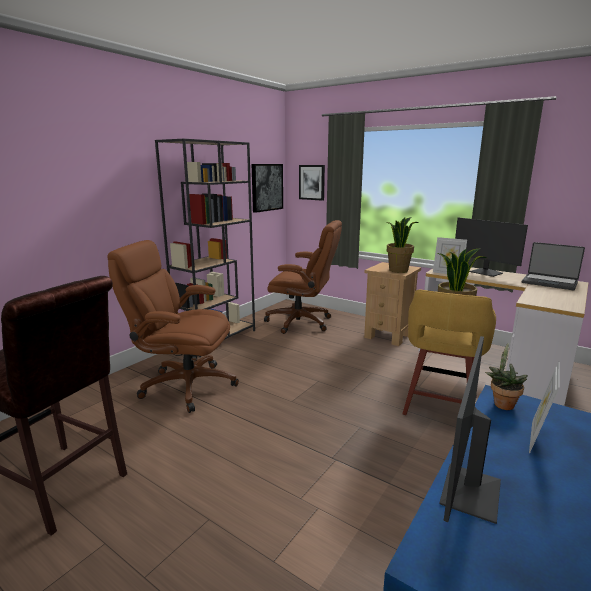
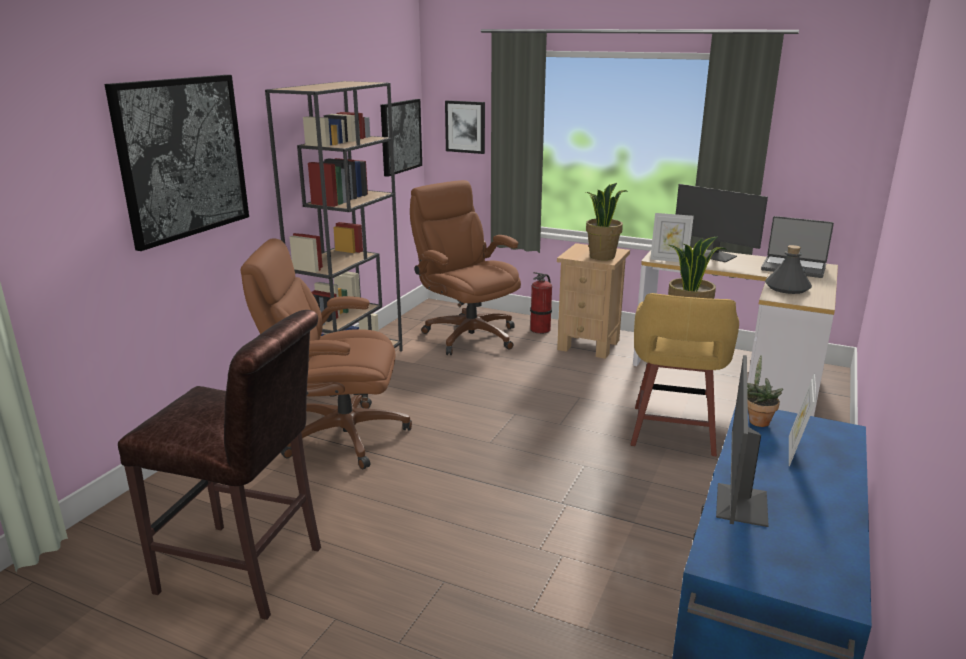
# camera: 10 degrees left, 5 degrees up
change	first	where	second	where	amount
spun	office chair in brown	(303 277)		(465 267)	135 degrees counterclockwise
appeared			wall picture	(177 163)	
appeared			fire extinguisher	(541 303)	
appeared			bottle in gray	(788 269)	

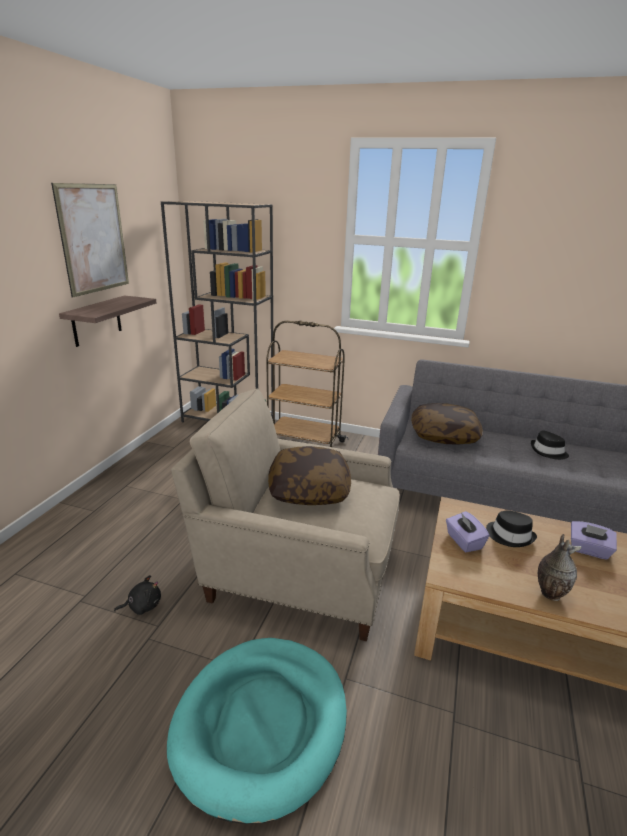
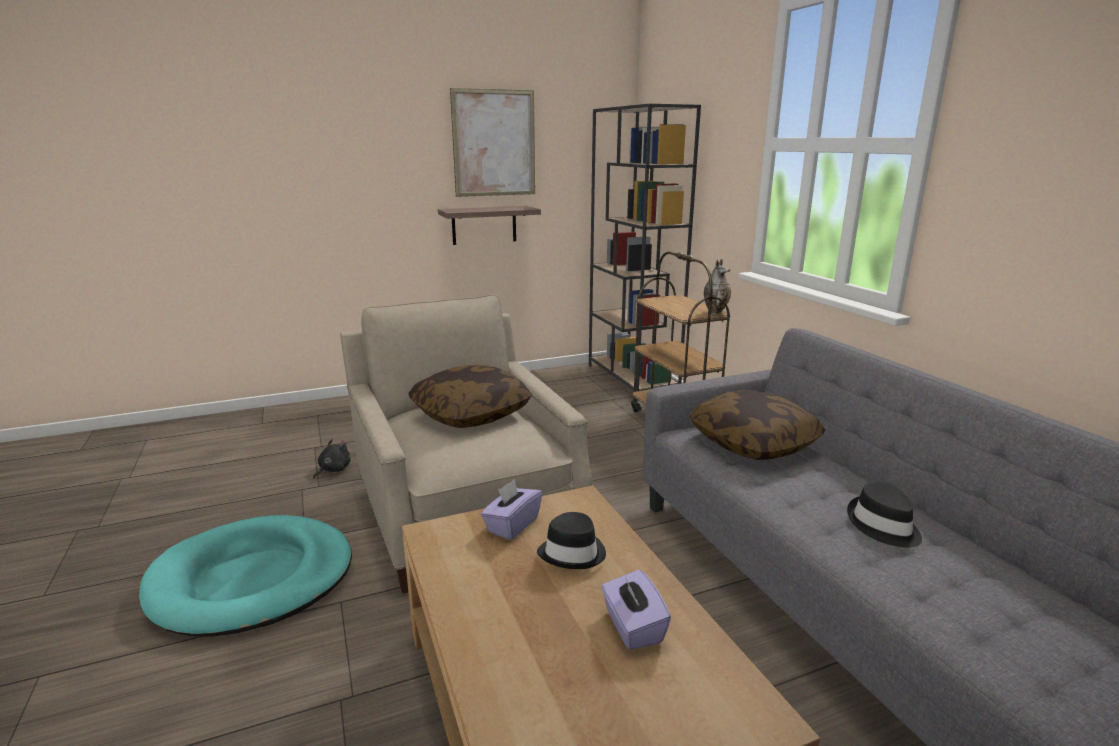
# camera: 50 degrees right, 5 degrees down
change	first	where	second	where	amount
spun	plush toy in blackish	(137 595)		(332 459)	90 degrees counterclockwise
relocated	vase	(560 567)		(717 287)	

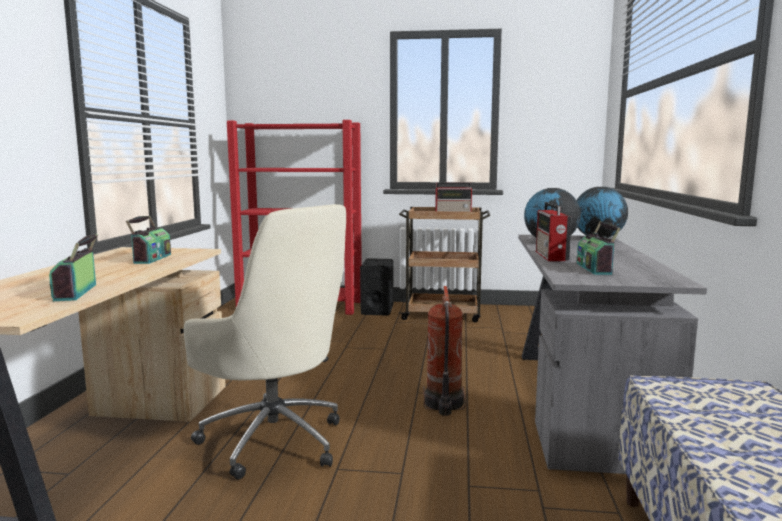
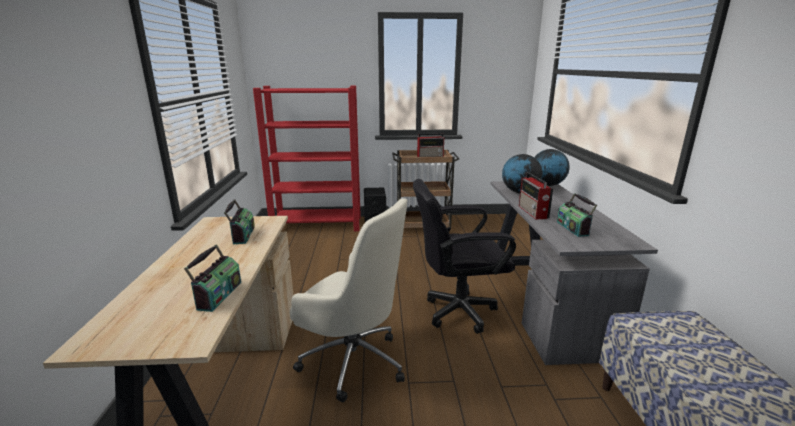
# camera: 10 degrees left, 10 degrees up
change	first	where	second	where	amount
spun	radio set	(73 267)		(212 278)	150 degrees counterclockwise
exchanged	fire extinguisher	(444 351)	office chair in blackish	(464 256)	

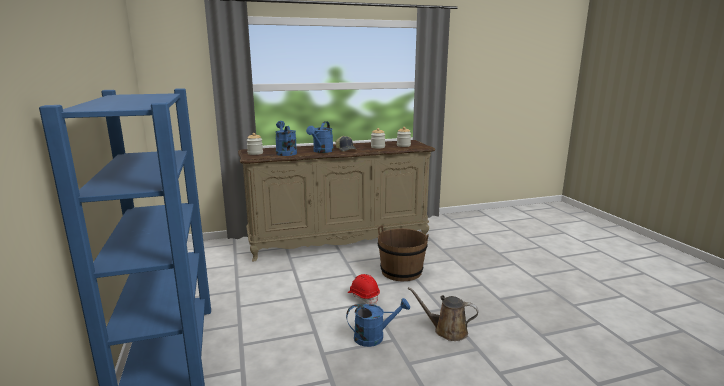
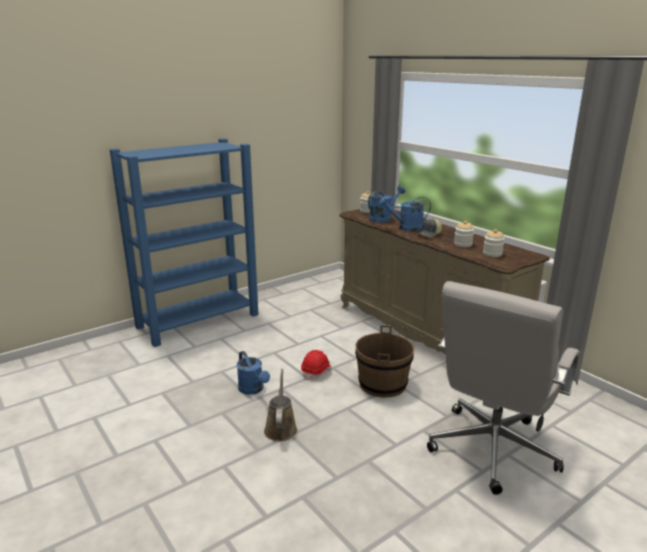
# camera: 70 degrees right, 5 degrees up
change	first	where	second	where	amount
appeared			office chair in gray	(503 388)	

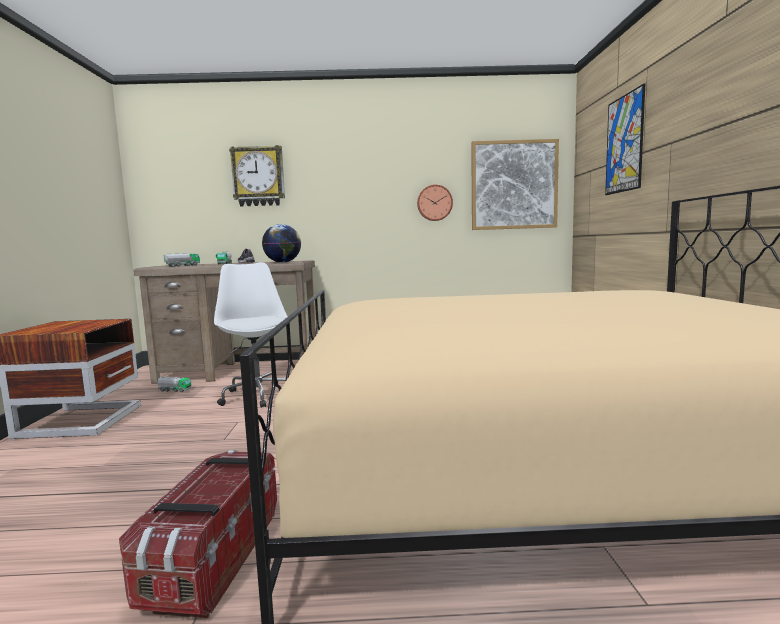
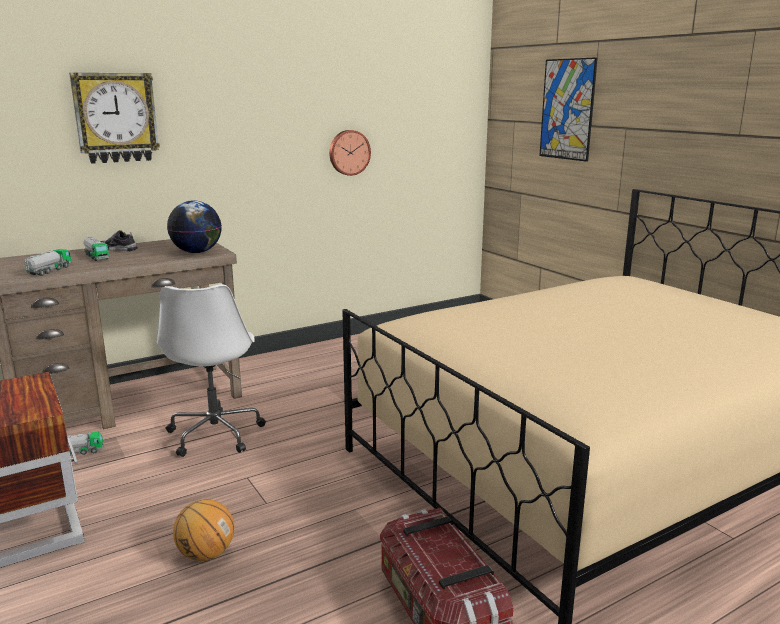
# camera: 30 degrees left, 10 degrees up
change	first	where	second	where	amount
spun	office chair in white-coloured	(251 335)		(211 370)	135 degrees counterclockwise
missing	wall picture	(515 184)			
appeared			basketball	(203 530)	

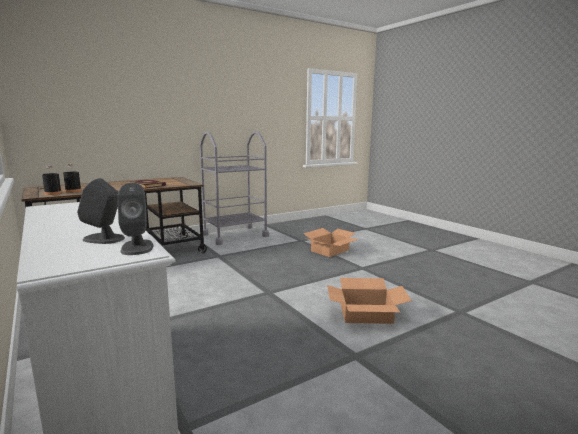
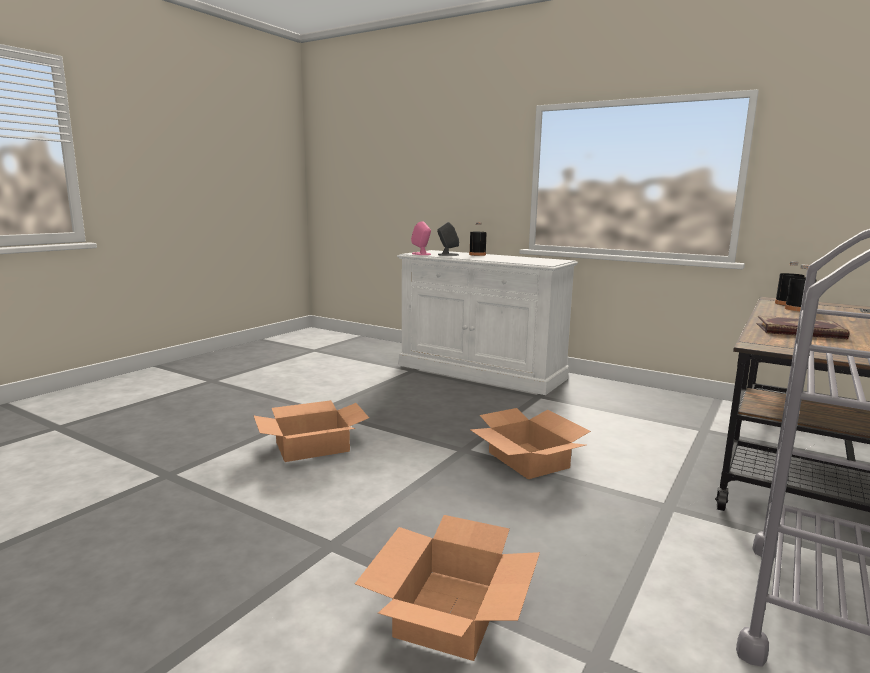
# camera: 155 degrees right, 0 degrees up
change	first	where	second	where	amount
colour	speaker in gray	(135 219)	speaker in pink	(421 238)	
appeared			bottle in blackish	(478 239)	
appeared			packing box	(530 443)	

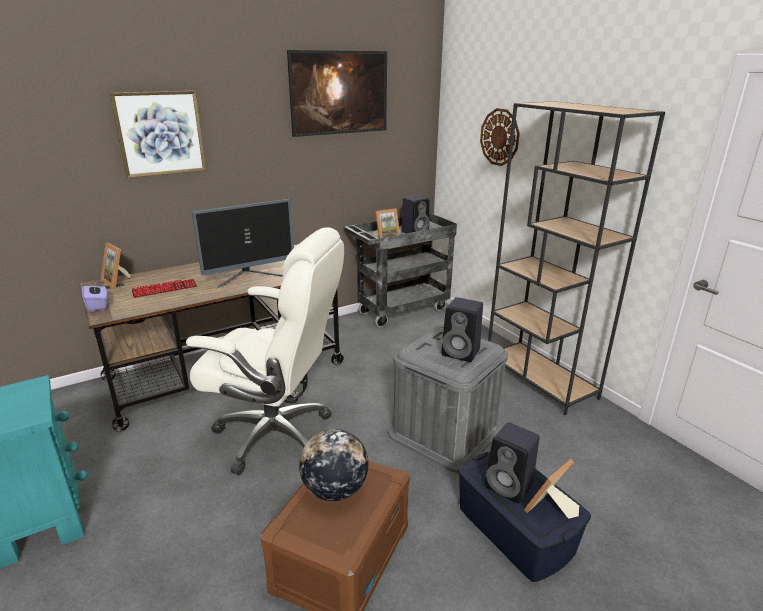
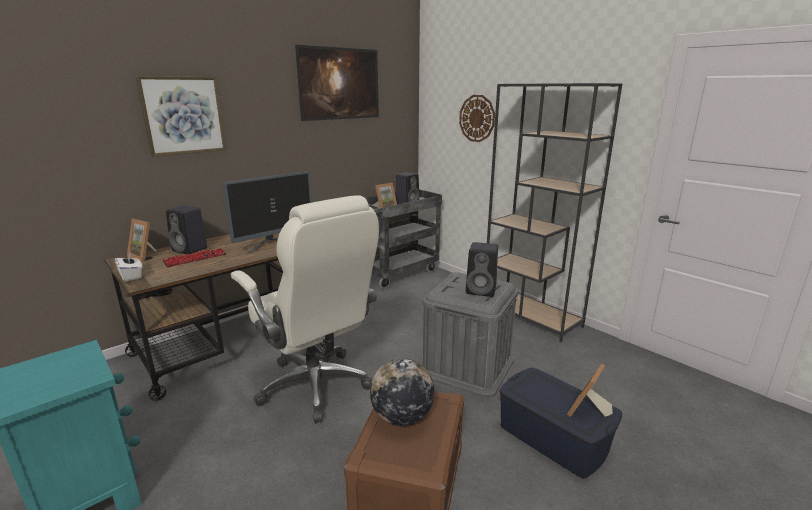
# camera: 10 degrees left, 5 degrees down
change	first	where	second	where	amount
colour	box of tissues in purplish	(94 298)	box of tissues in white-coloured	(128 267)	
spun	office chair in white-coloured	(265 351)		(305 309)	45 degrees clockwise
relocated	speaker in blackish	(512 463)		(186 229)	

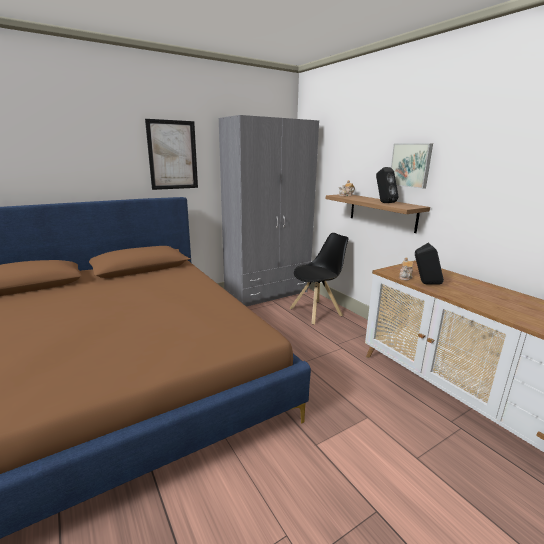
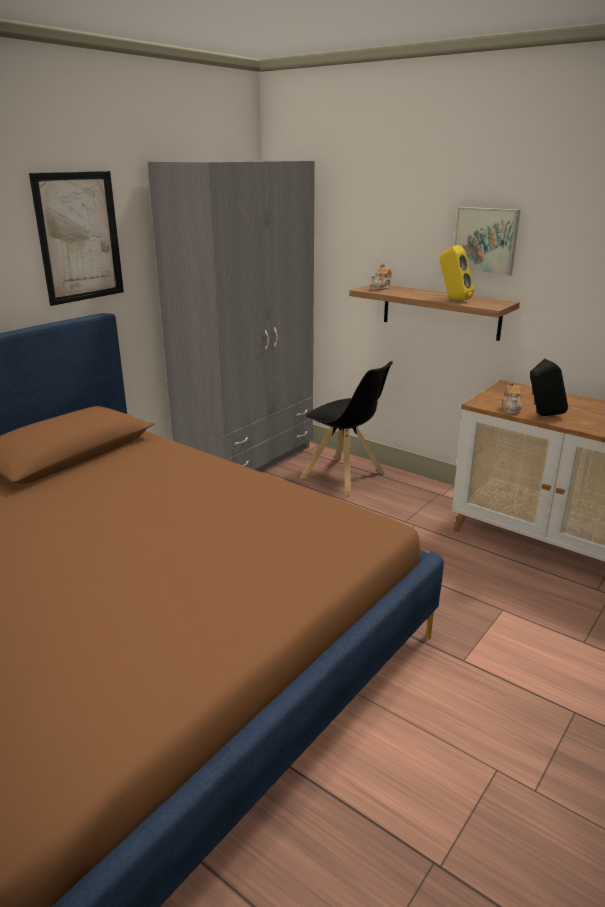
# camera: 20 degrees left, 5 degrees up
change	first	where	second	where	amount
spun	plain chair in blackish	(319 278)		(346 428)	90 degrees clockwise
colour	speaker in blackish	(387 185)	speaker in yellowish	(456 272)	

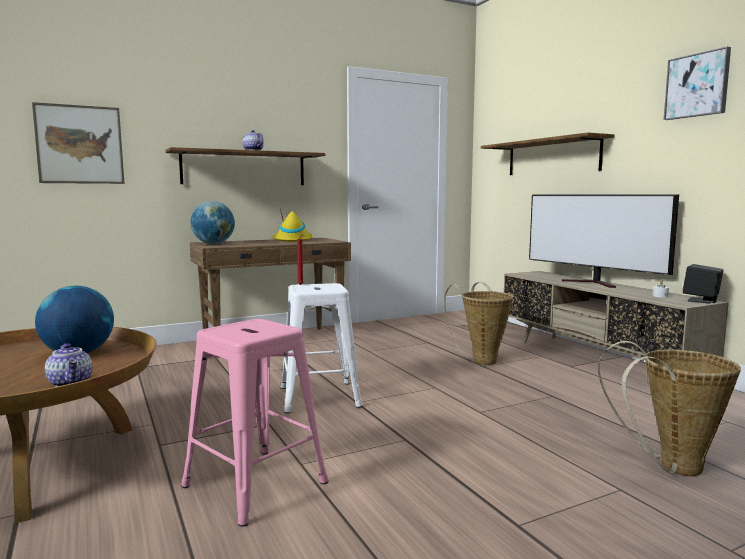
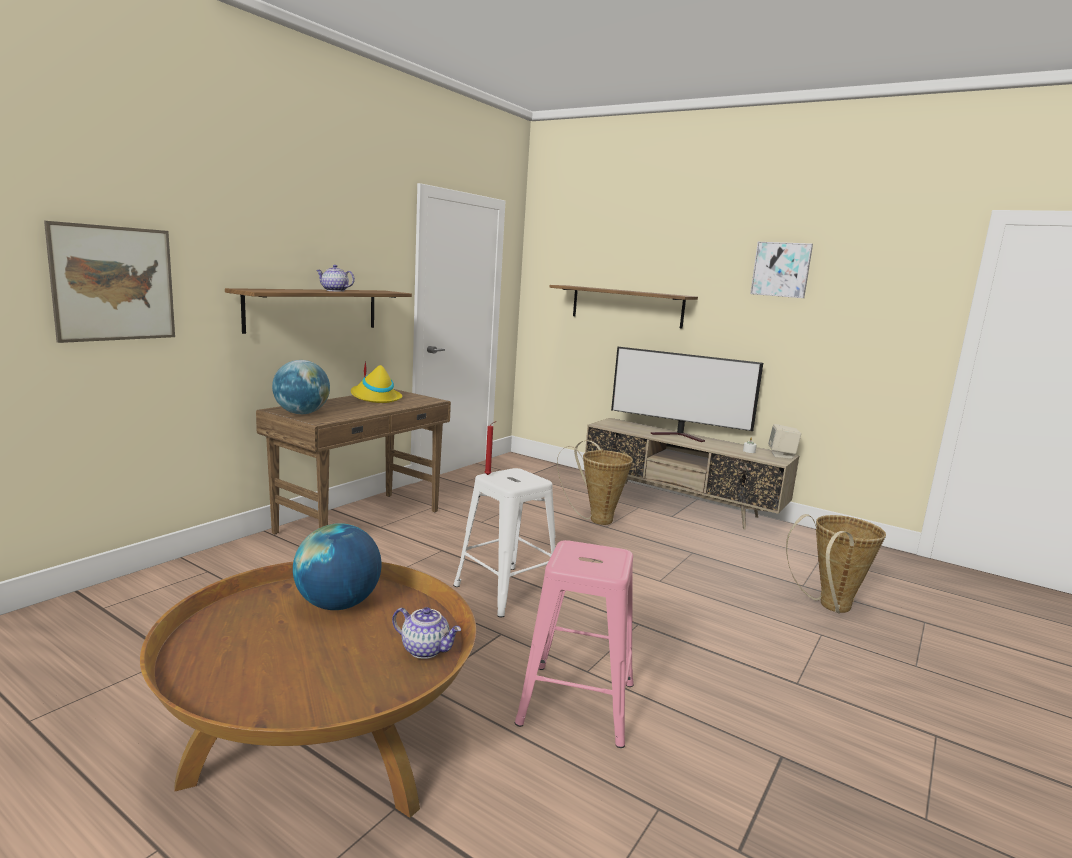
# camera: 30 degrees left, 5 degrees up
change	first	where	second	where	amount
colour	speaker in blackish	(702 284)	speaker in sand-coloured	(784 441)	

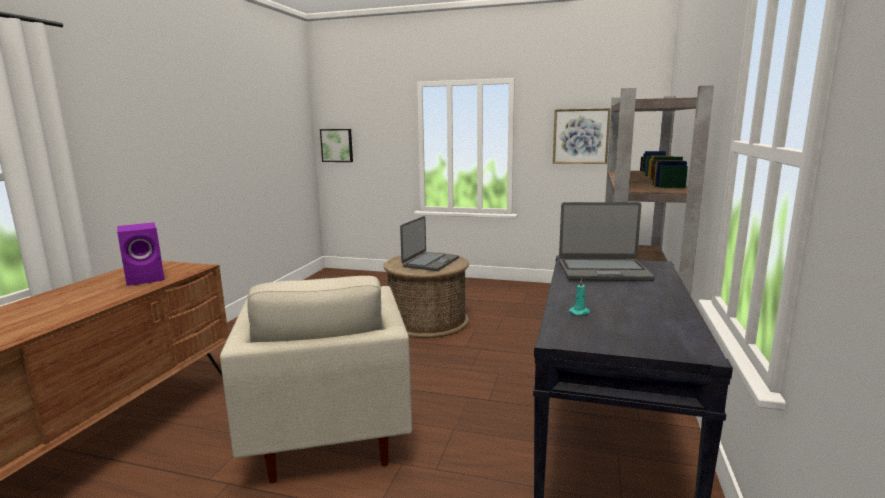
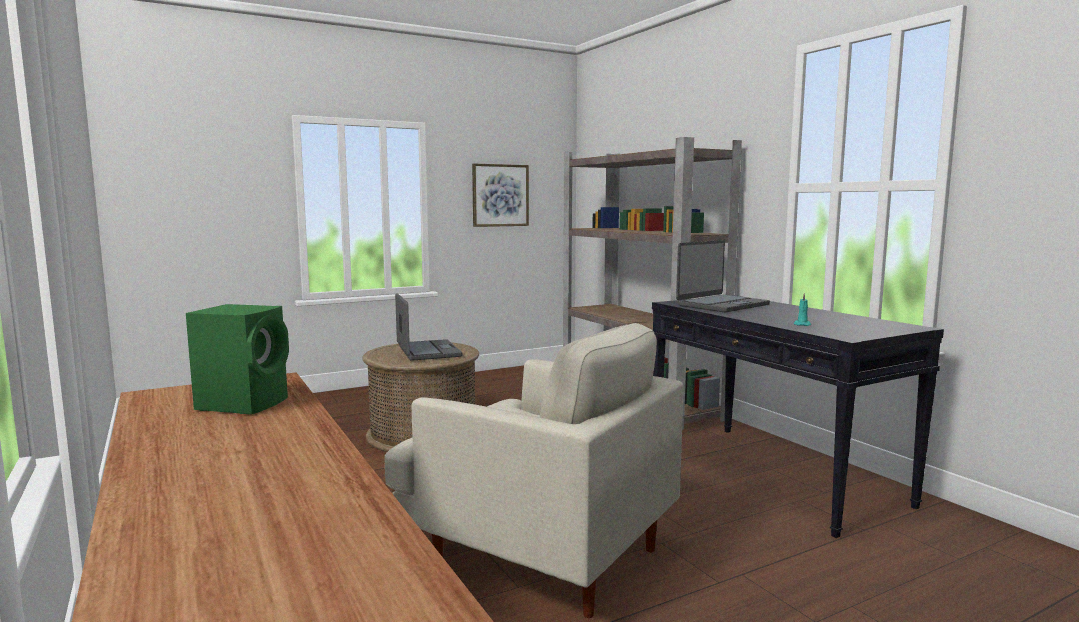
# camera: 45 degrees left, 5 degrees down
change	first	where	second	where	amount
colour	speaker in purplish	(141 254)	speaker in green-coloured	(237 359)	
missing	wall picture	(336 145)			

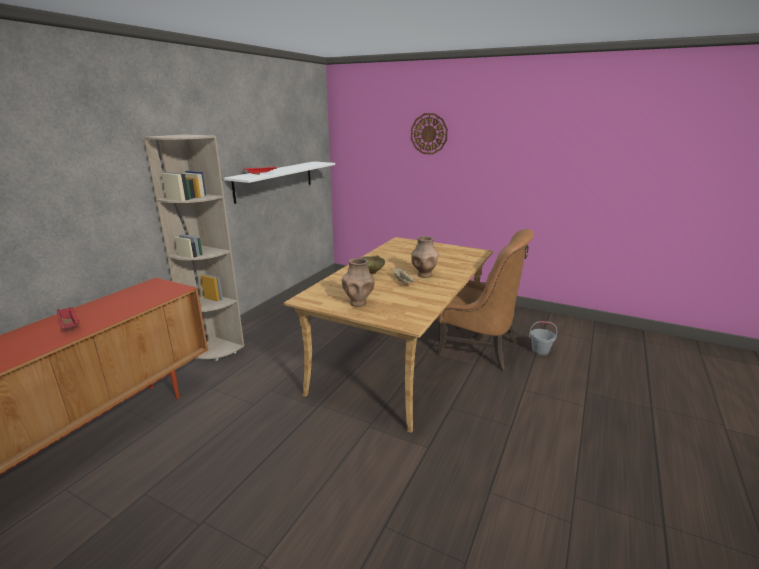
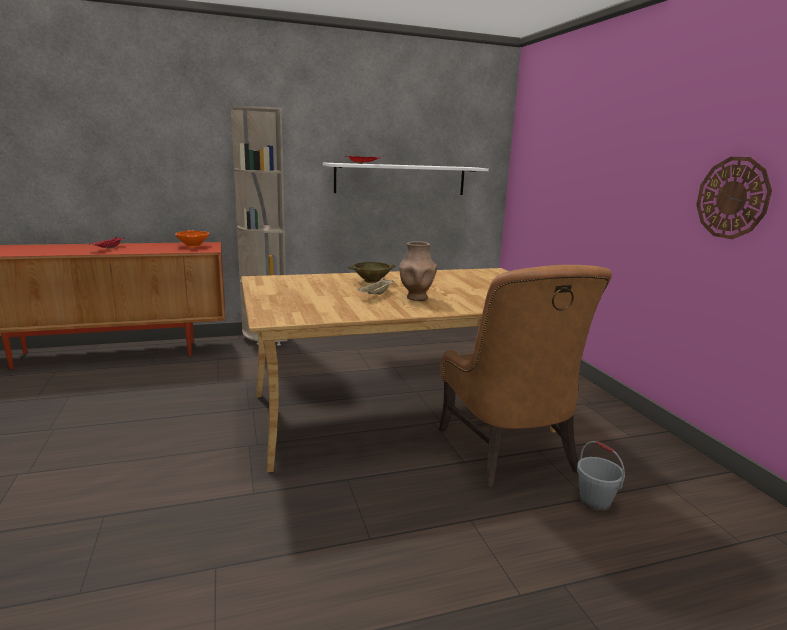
# camera: 45 degrees right, 5 degrees down
change	first	where	second	where	amount
missing	vase in brown	(358 282)			
relocated	wall clock	(429 134)		(734 198)	
appeared			serving bowl in orange	(192 238)	

